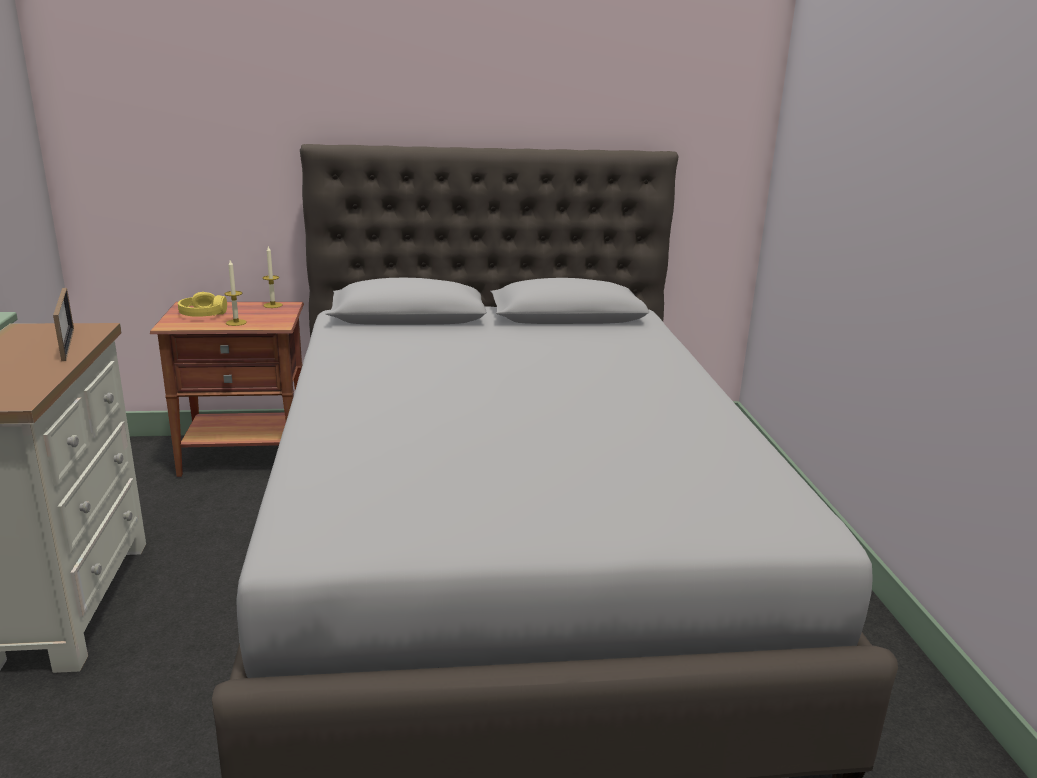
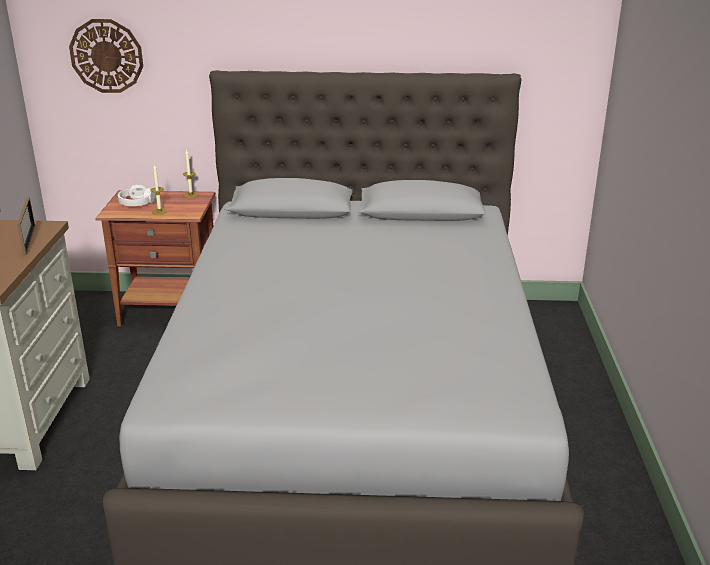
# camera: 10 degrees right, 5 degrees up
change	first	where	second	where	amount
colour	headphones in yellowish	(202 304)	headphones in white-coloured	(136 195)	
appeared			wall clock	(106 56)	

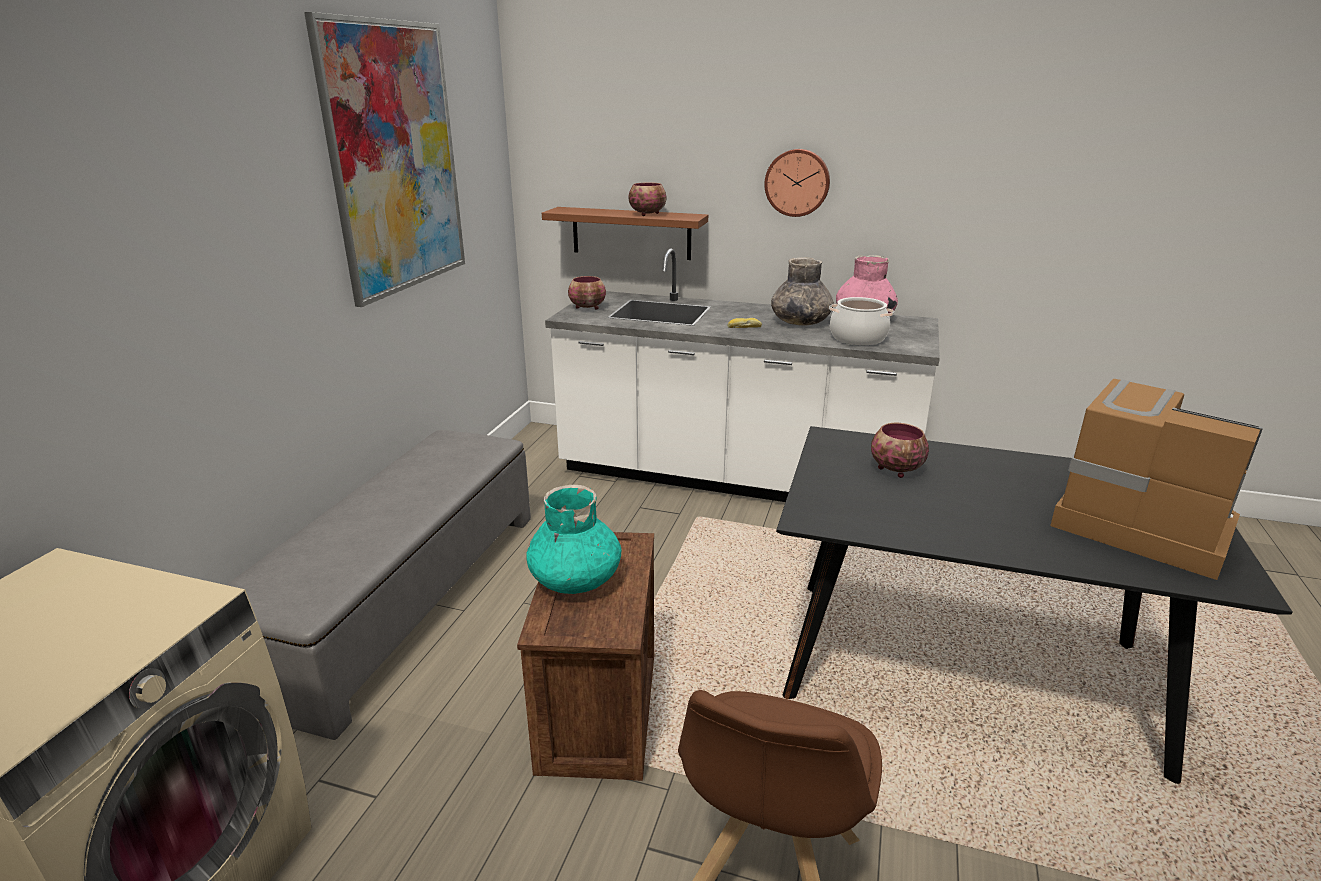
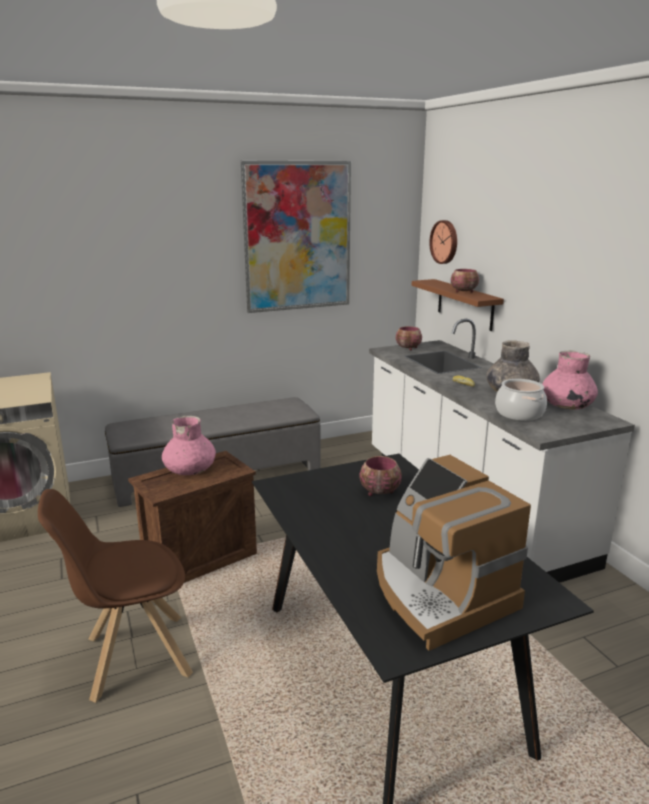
# camera: 50 degrees right, 5 degrees down
change	first	where	second	where	amount
colour	vase in turquoise	(573 539)	vase in pink	(189 445)	
relocated	wall clock	(797 183)		(443 242)	
spun	coffee maker	(1156 479)		(454 553)	150 degrees clockwise

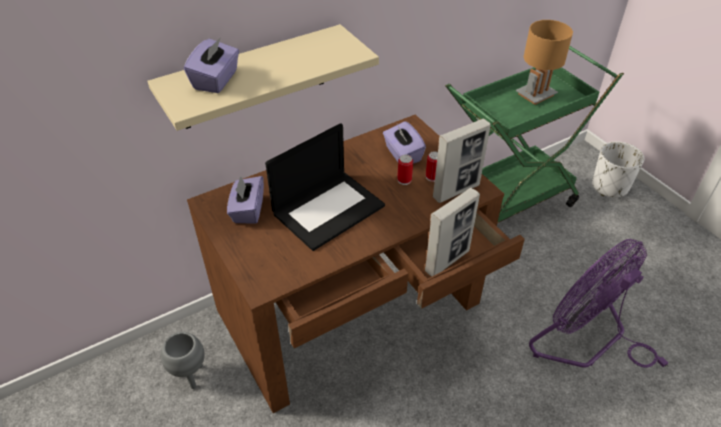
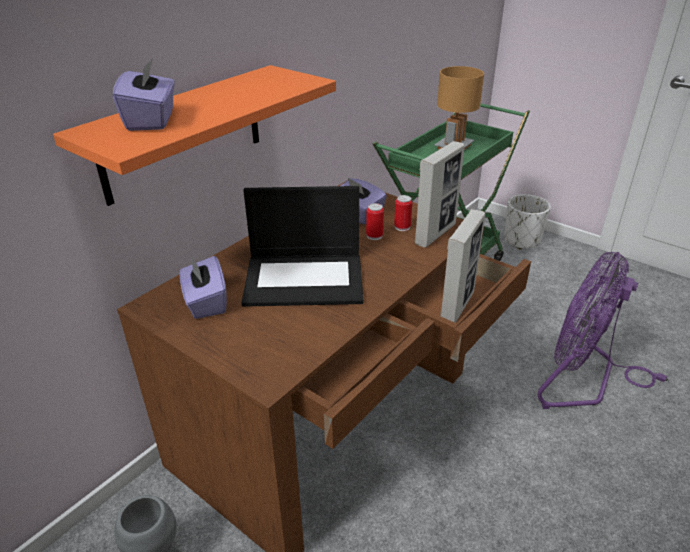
# camera: 20 degrees left, 10 degrees down
change	first	where	second	where	amount
colour	bracket shelf in sand-coloured	(263 77)	bracket shelf in orange	(194 135)	
spun	notebook computer	(325 187)		(302 246)	60 degrees clockwise

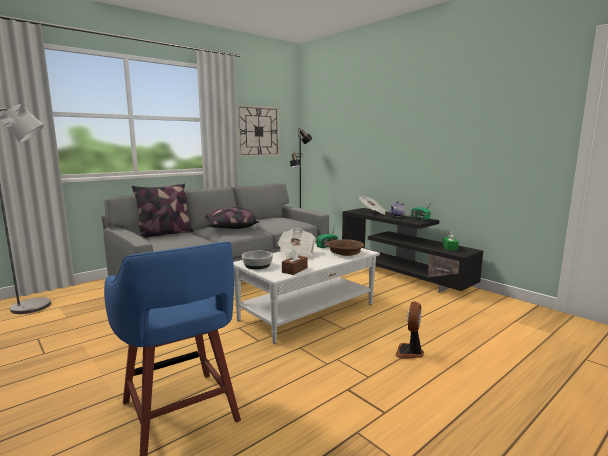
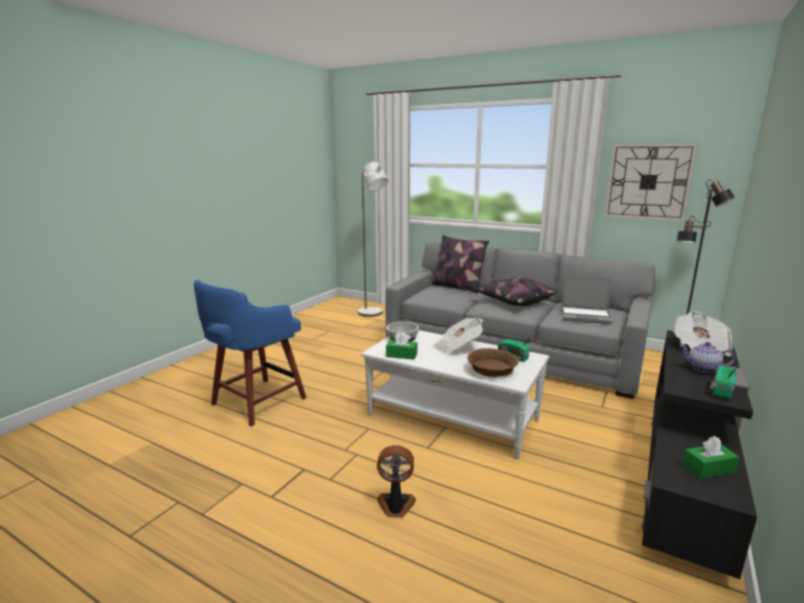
# camera: 70 degrees right, 5 degrees up
change	first	where	second	where	amount
colour	box of tissues in brown	(295 262)	box of tissues in green-coloured	(402 346)	
appeared			notebook computer	(587 300)	

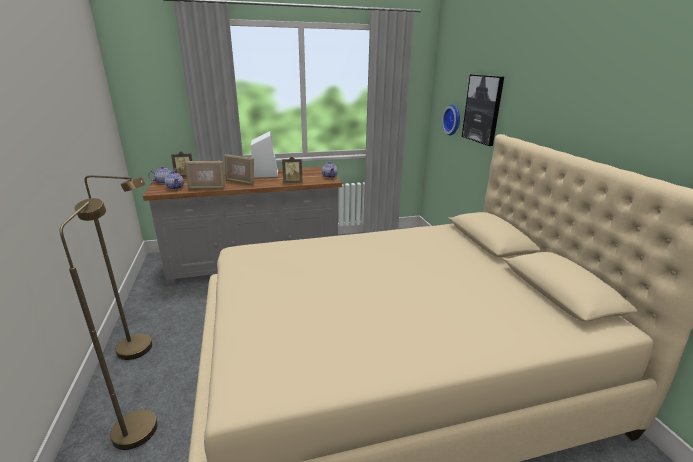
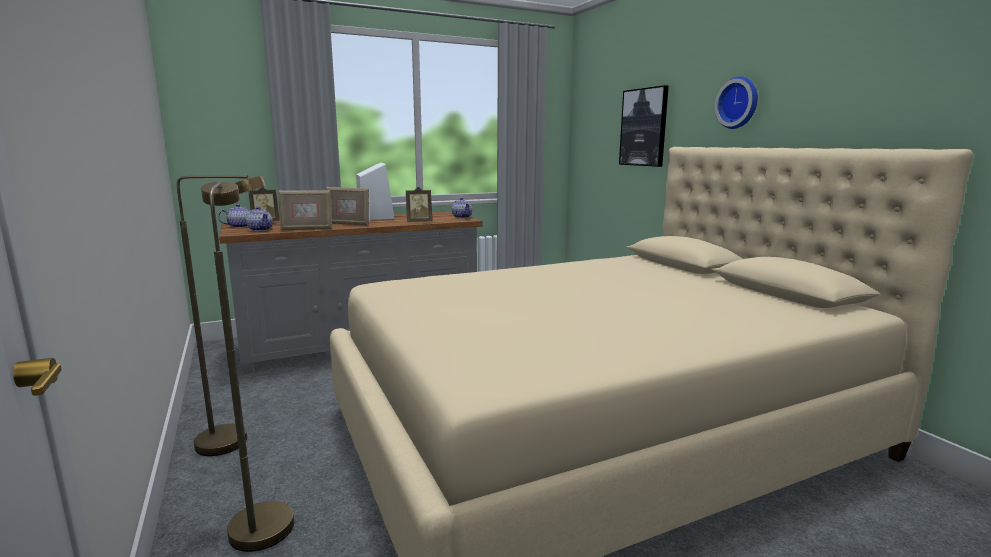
# camera: 10 degrees left, 10 degrees down
change	first	where	second	where	amount
relocated	wall clock	(451 119)		(736 102)	

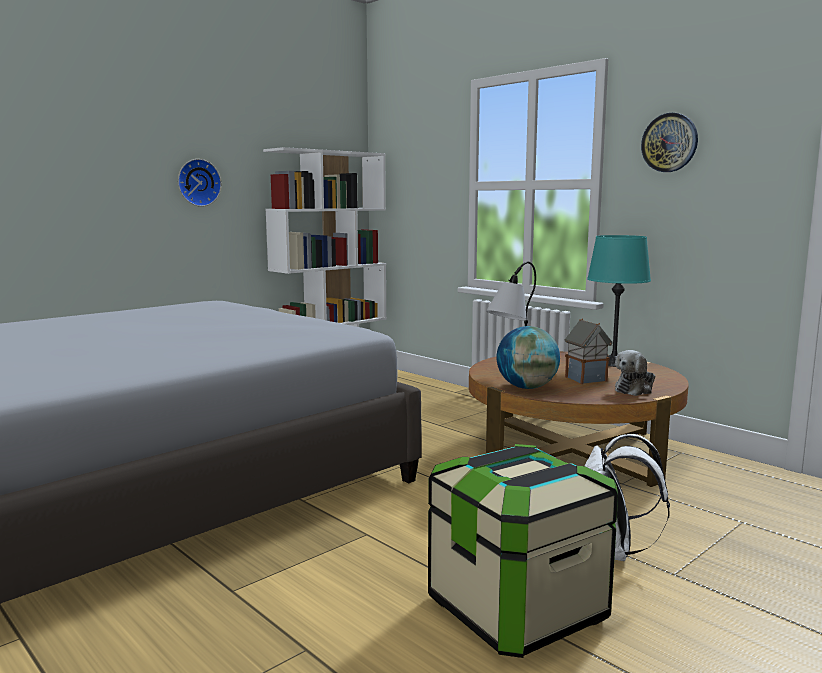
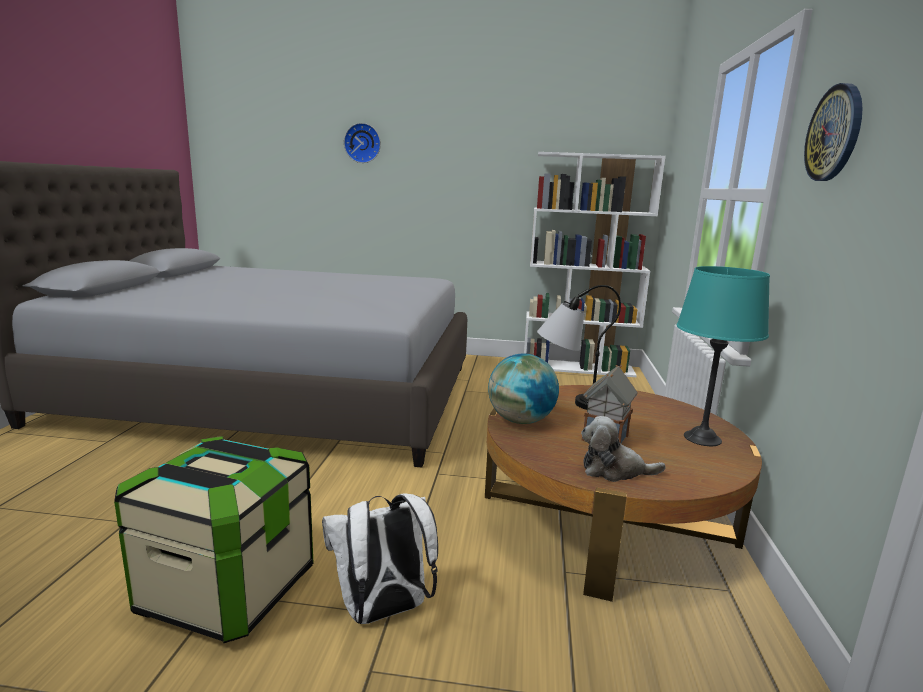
# camera: 50 degrees right, 5 degrees up
change	first	where	second	where	amount
relocated	wall clock	(200 183)		(362 143)	

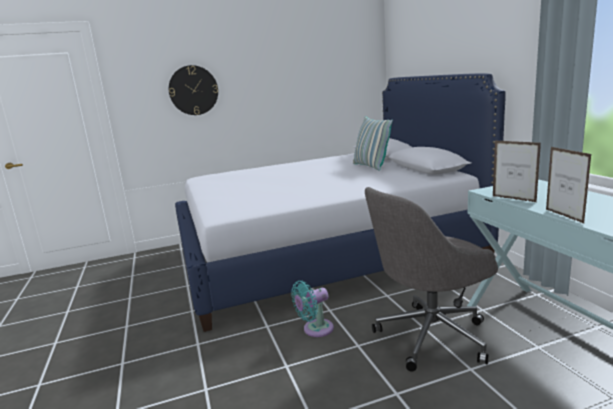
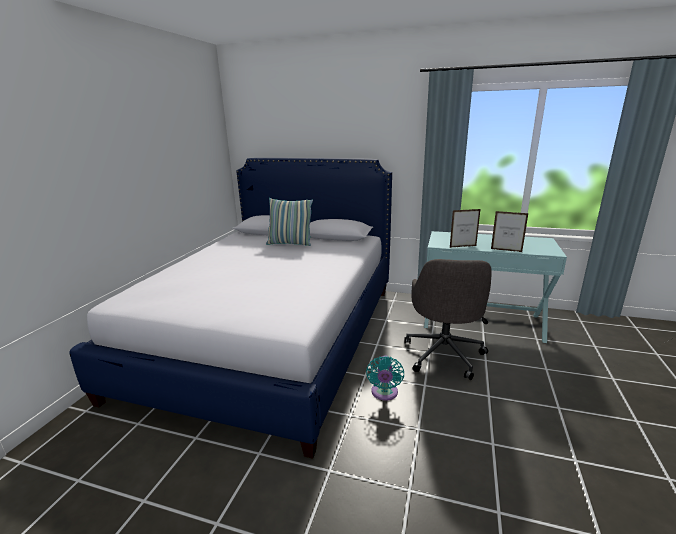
# camera: 55 degrees left, 5 degrees up
change	first	where	second	where	amount
missing	wall clock	(193 90)			

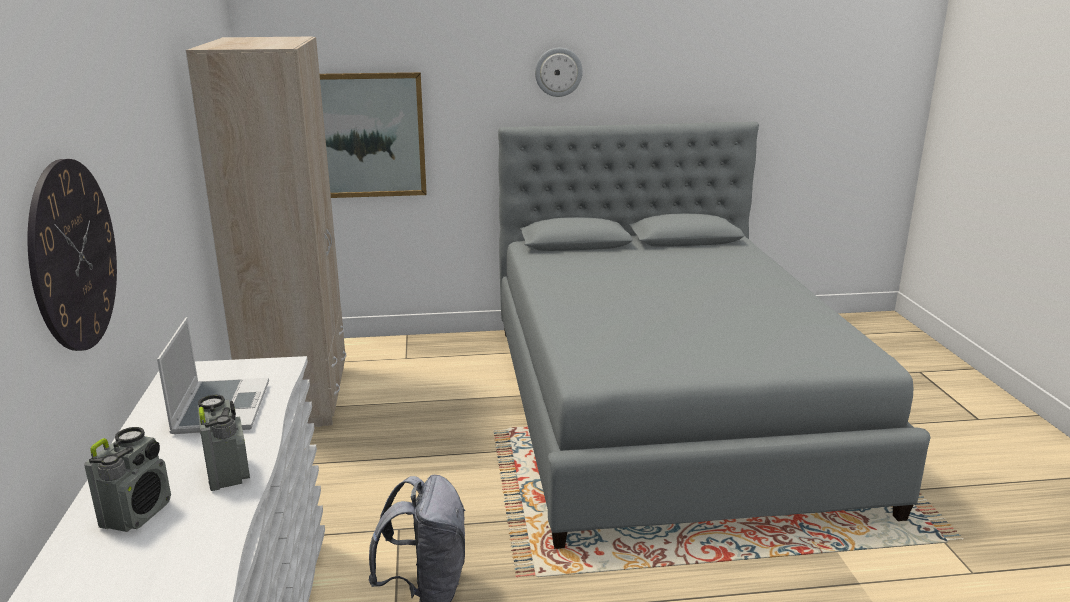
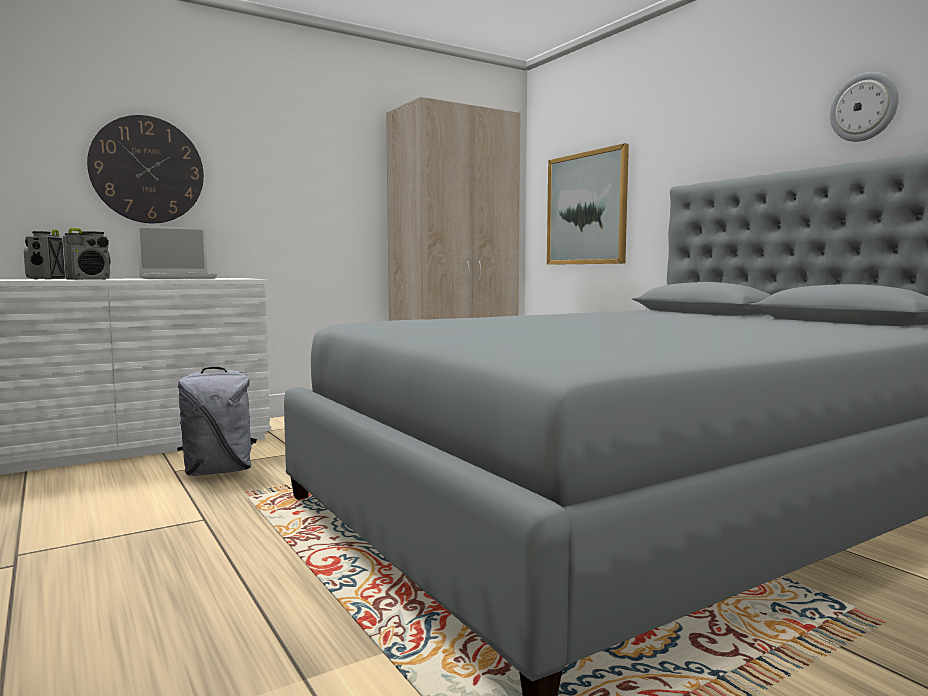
# camera: 65 degrees right, 15 degrees down
change	first	where	second	where	amount
spun	radio set	(127 479)		(44 254)	90 degrees clockwise
relocated	wall clock	(559 72)		(864 107)	

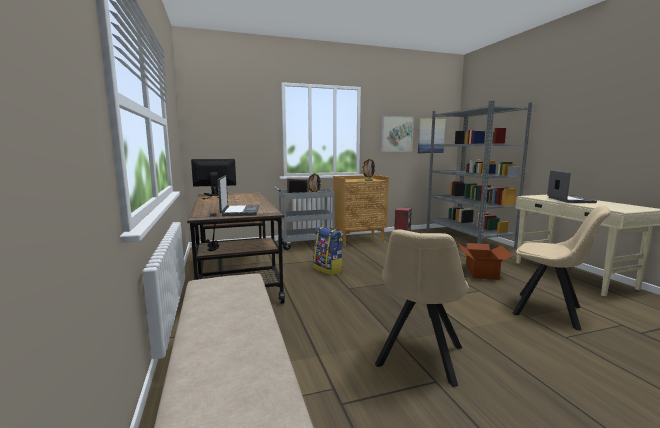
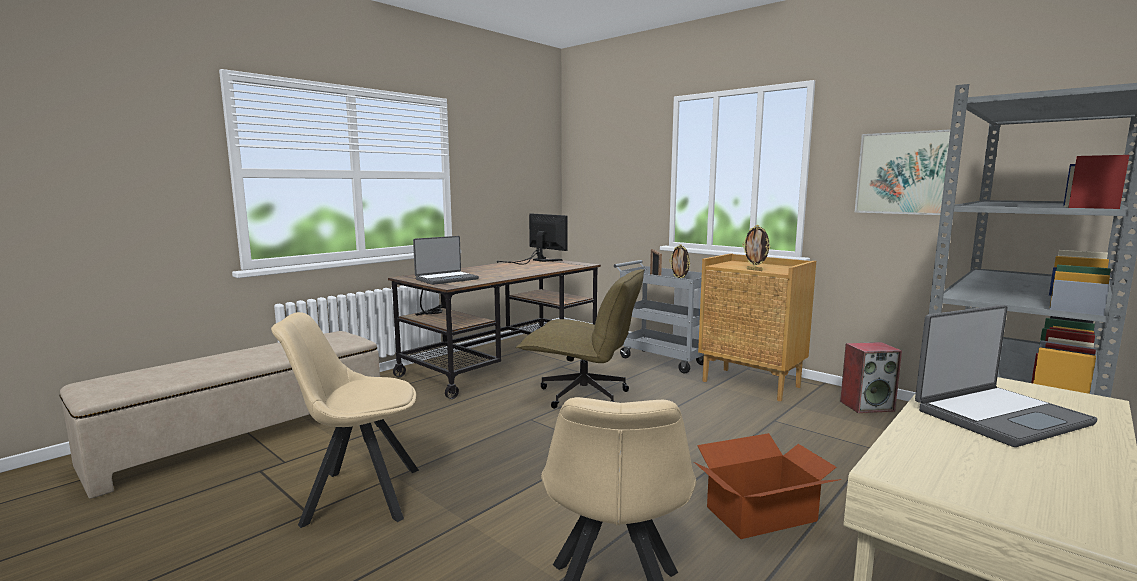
# camera: 60 degrees right, 0 degrees up
change	first	where	second	where	amount
exchanged	backpack	(328 251)	office chair in sand-coloured	(580 339)	
missing	wall picture	(432 135)			

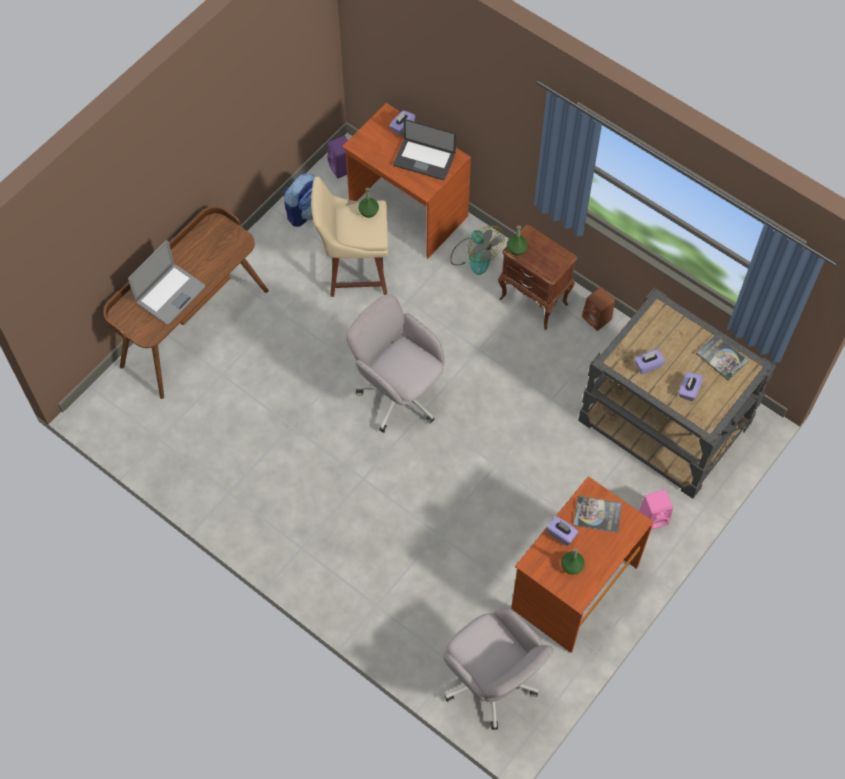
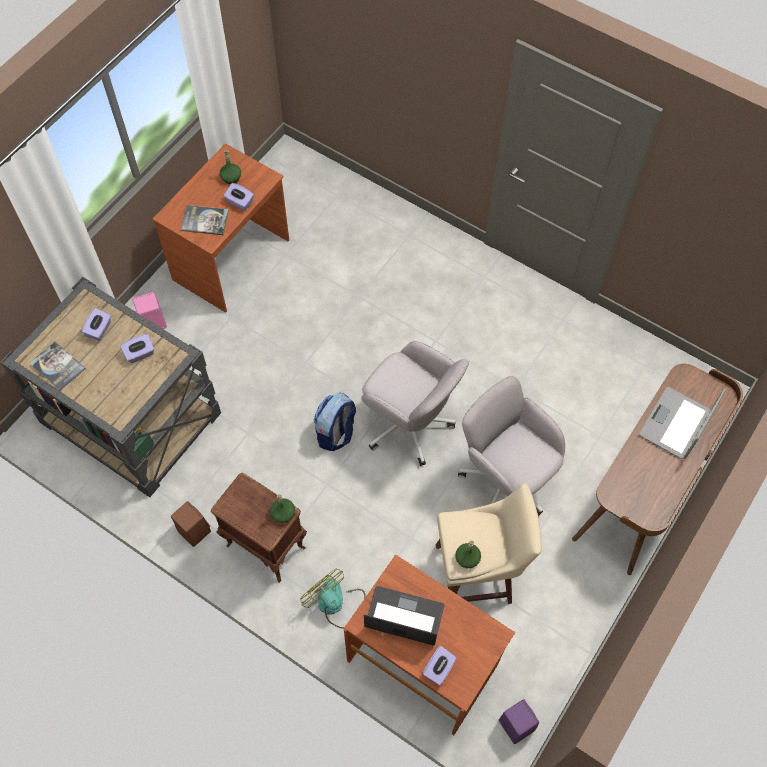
# camera: 175 degrees right, 0 degrees up
change	first	where	second	where	amount
relocated	backpack	(299 200)		(334 422)	
relocated	office chair in gray	(498 669)		(511 446)	

